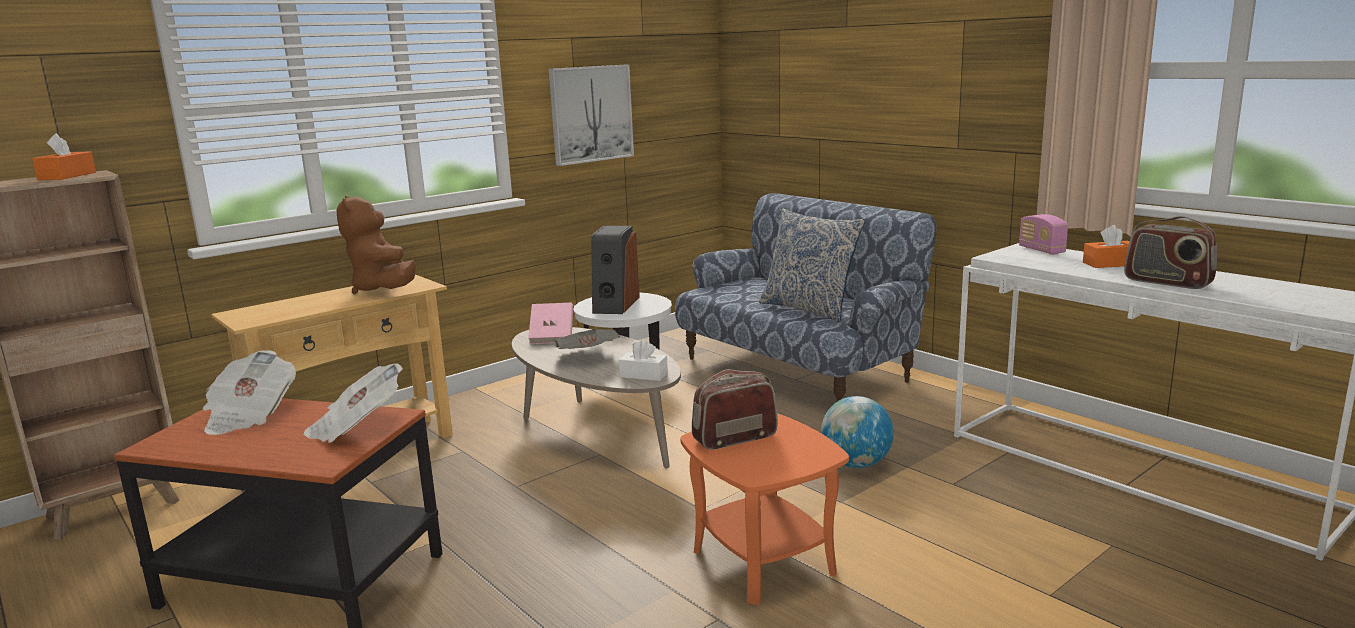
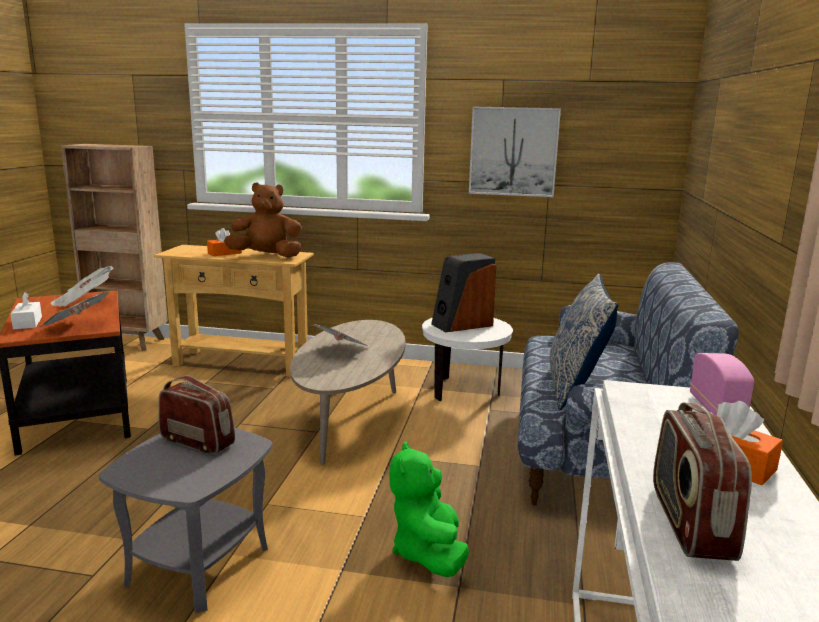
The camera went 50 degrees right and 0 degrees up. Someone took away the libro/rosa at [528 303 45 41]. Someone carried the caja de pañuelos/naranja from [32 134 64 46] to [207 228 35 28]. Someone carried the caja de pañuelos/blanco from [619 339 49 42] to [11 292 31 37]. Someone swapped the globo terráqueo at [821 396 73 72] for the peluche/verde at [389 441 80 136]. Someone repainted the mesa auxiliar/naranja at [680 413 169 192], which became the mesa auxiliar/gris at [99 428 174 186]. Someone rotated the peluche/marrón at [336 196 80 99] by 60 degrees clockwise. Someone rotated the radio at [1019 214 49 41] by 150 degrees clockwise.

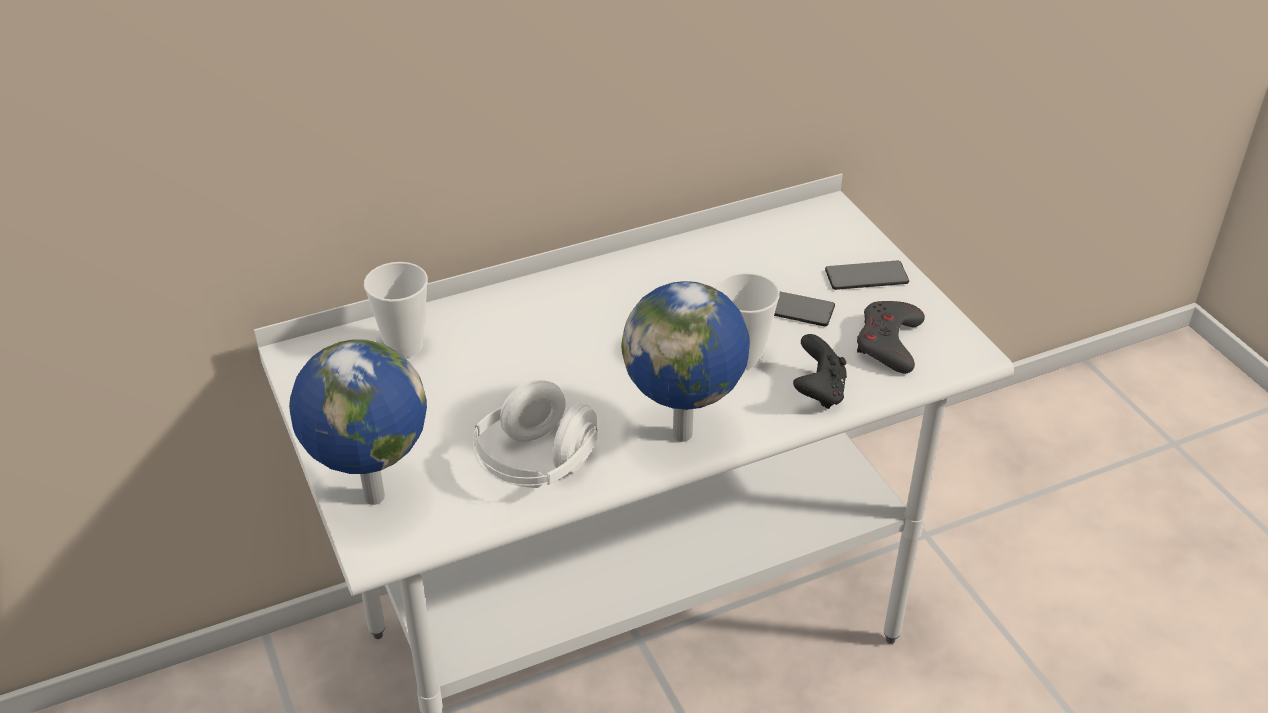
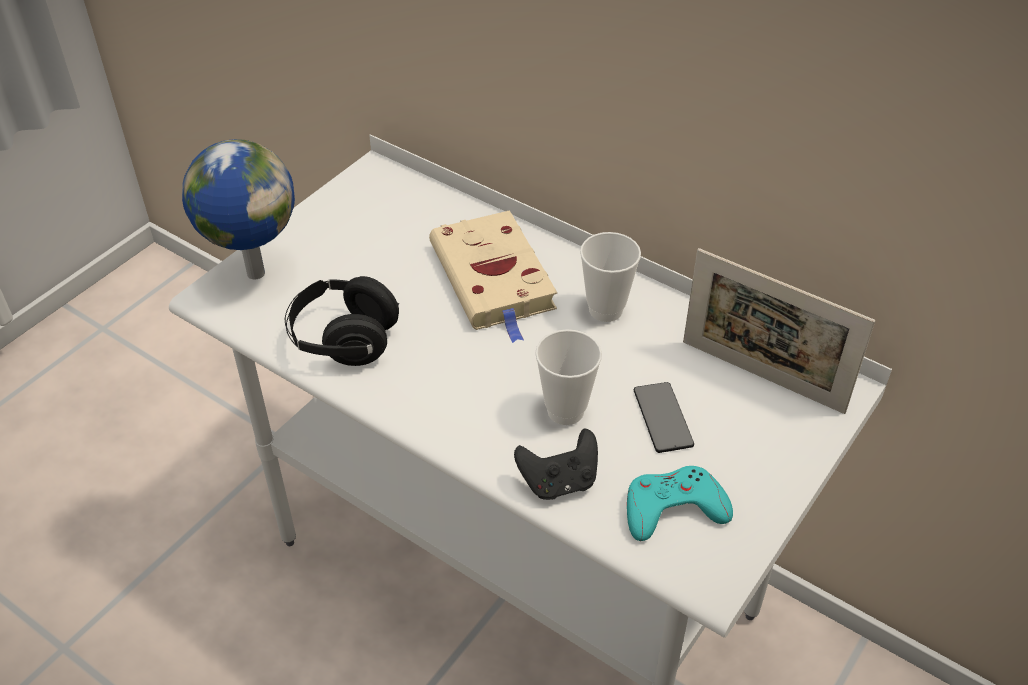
The camera went 60 degrees right and 5 degrees up. Someone took away the globo terráqueo at [621 281 129 161]. Someone took away the móvil at [825 260 84 30]. Someone put down the libro/beis at [429 210 128 133]. Someone put down the portarretratos at [683 248 192 166]. Someone carried the taza from [364 262 64 96] to [580 232 61 90]. Someone repainted the auriculares/blanco at [473 380 124 108], which became the auriculares/negro at [285 276 114 90]. Someone repainted the mando de consola/gris at [857 301 68 72], which became the mando de consola/turquesa at [627 466 106 75].

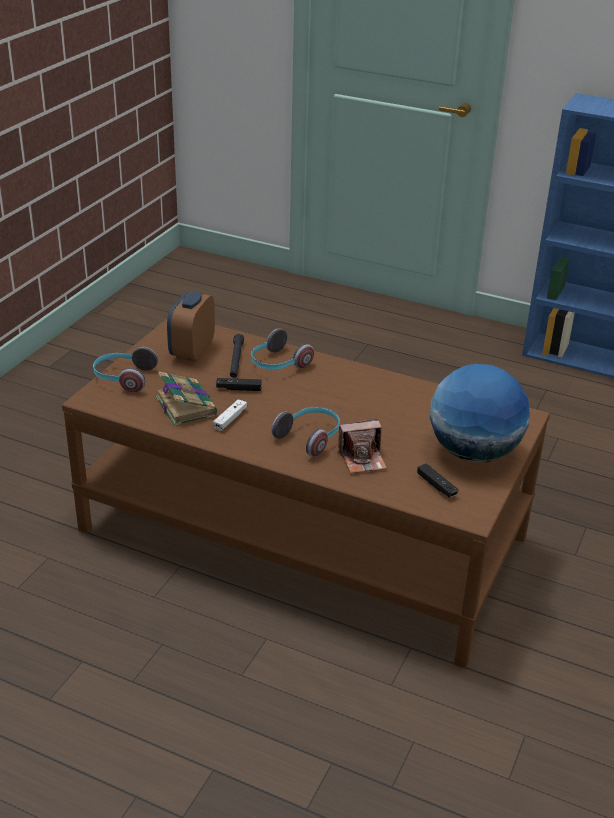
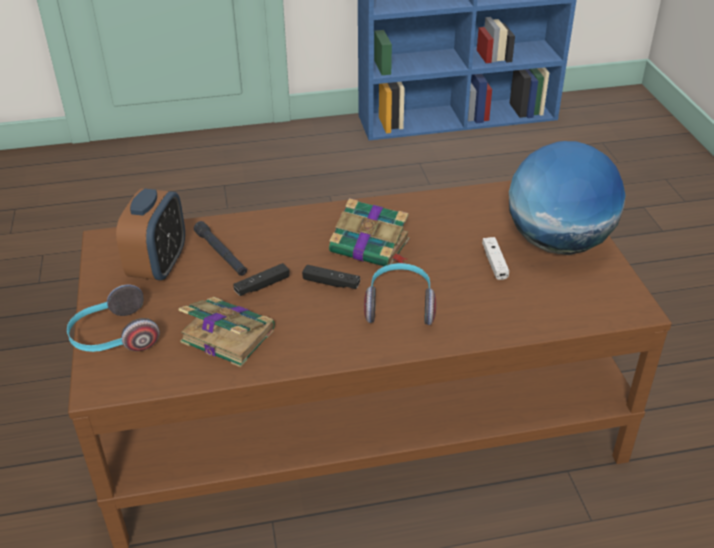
The camera went 35 degrees left and 5 degrees up. Someone took away the auriculares at [251 328 63 41]. Someone took away the cámara at [338 419 49 54]. Someone put down the libro at [329 198 80 69]. Someone carried the mando de consola/blanco from [213 399 34 32] to [482 237 27 43]. Someone carried the mando de consola/negro from [417 463 41 35] to [302 265 58 24]. Someone rotated the despertador at [167 291 48 70] by 150 degrees counterclockwise.

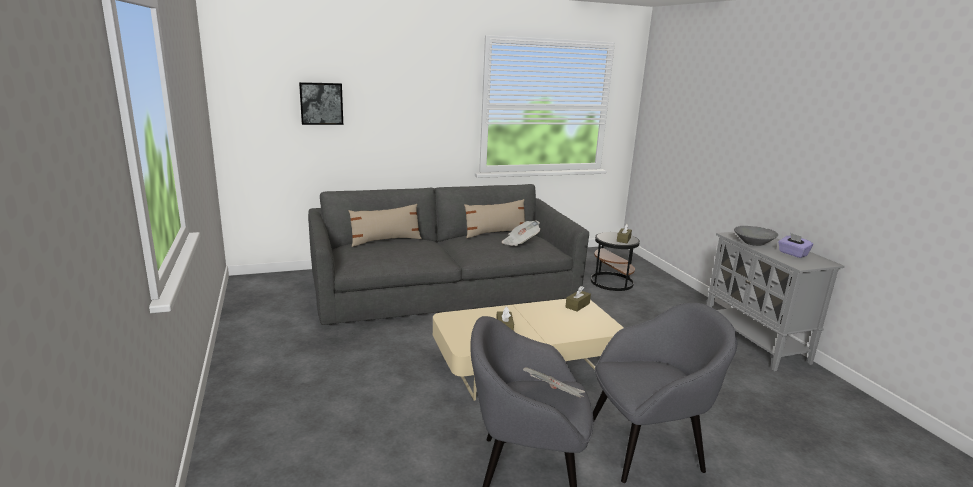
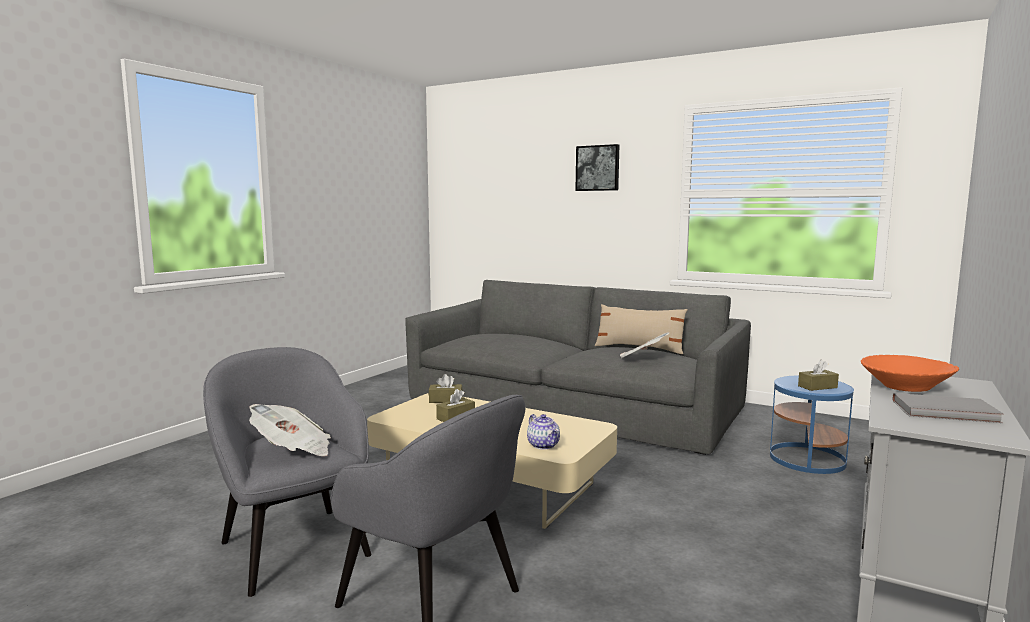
The camera went 50 degrees right and 10 degrees down. Someone took away the cojín/beis at [349 204 73 43]. Someone put down the tetera at [527 414 33 35]. Someone carried the cuadro from [299 82 44 43] to [576 144 43 47]. Someone carried the caja de pañuelos/marrón from [566 286 25 26] to [429 374 33 29]. Someone swapped the caja de pañuelos/morado at [778 233 35 25] for the libro/gris at [893 393 111 30]. Someone repainted the mesa auxiliar/negro at [591 232 49 59], which became the mesa auxiliar/azul at [770 376 84 98]. Someone repainted the cuenco/gris at [734 226 44 20], which became the cuenco/naranja at [861 355 98 37].

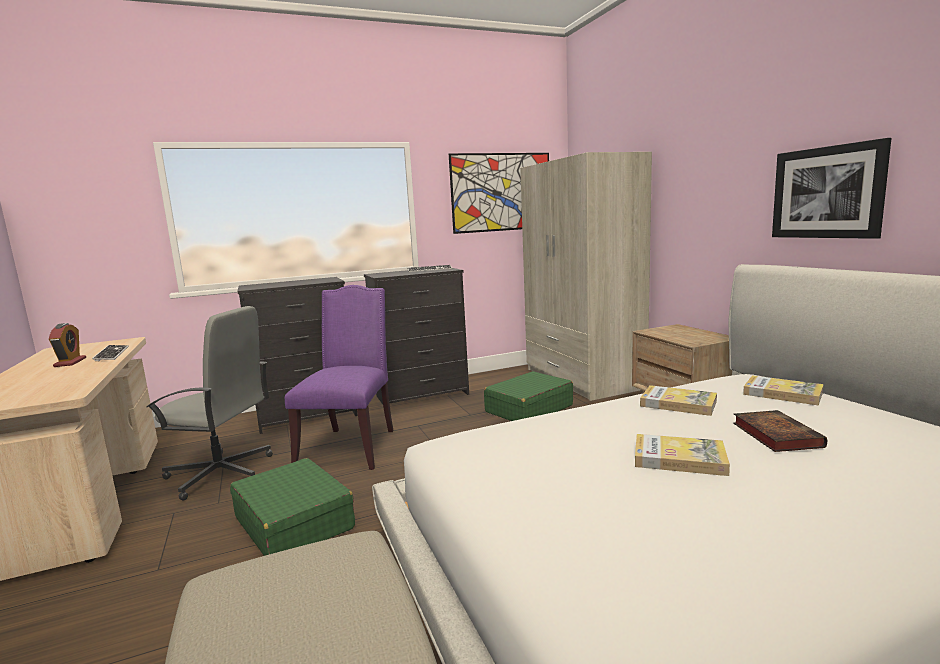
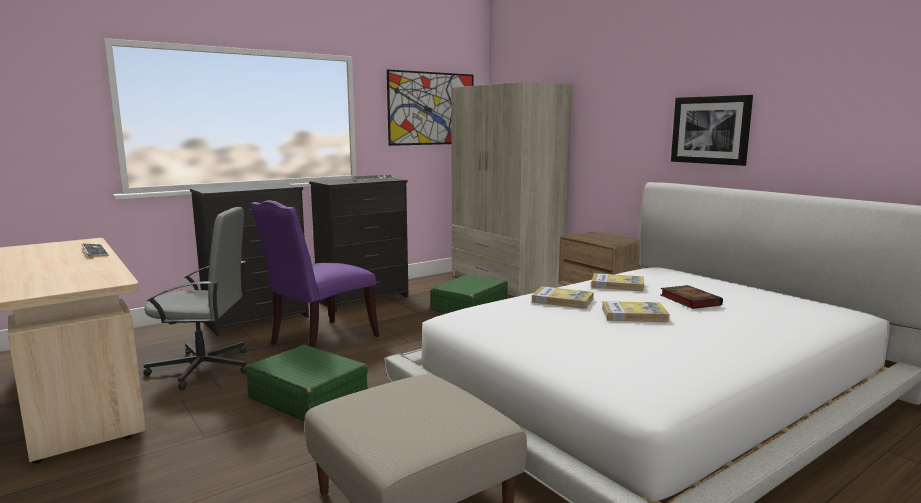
The camera went 15 degrees left and 0 degrees up. Someone took away the despertador at [49 323 37 44]. Someone carried the libro from [743 375 81 30] to [532 286 62 23]. Someone rotated the silla/morado at [285 285 109 185] by 135 degrees counterclockwise.

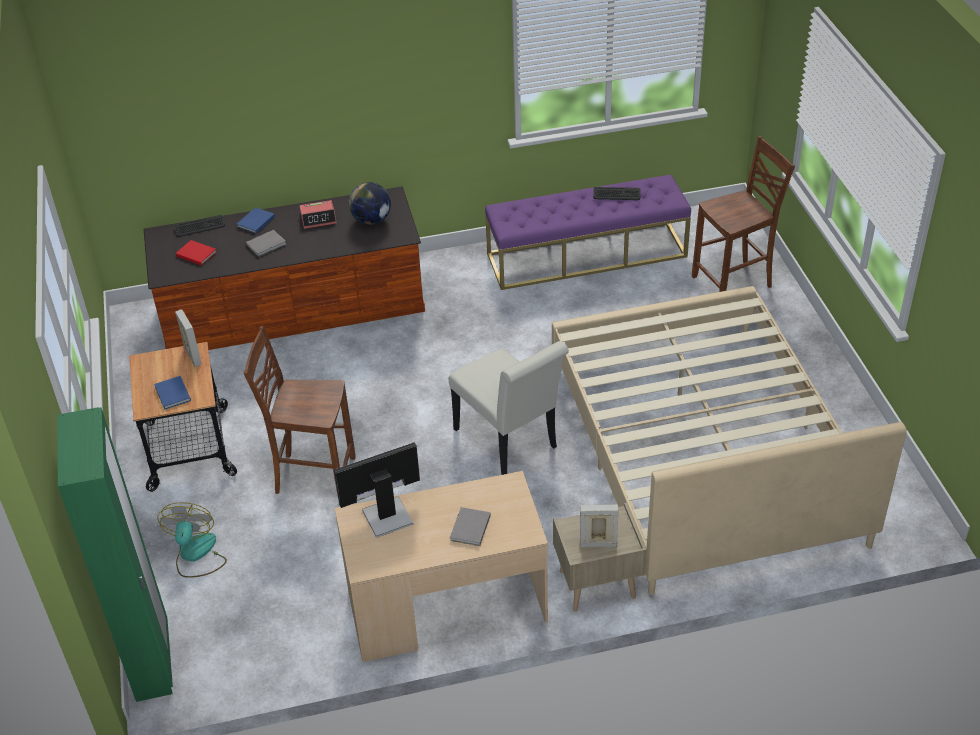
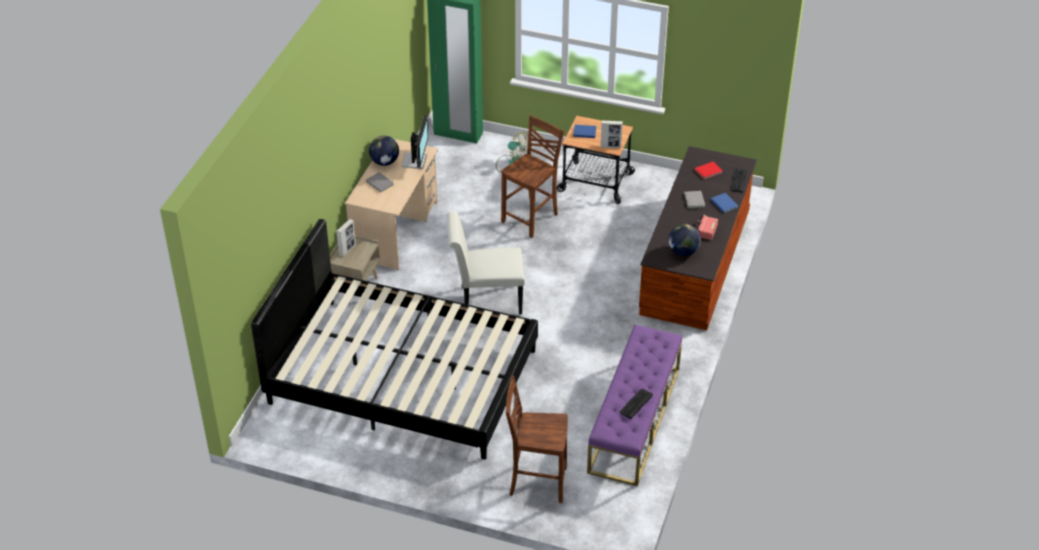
The camera went 120 degrees right and 0 degrees up. Someone put down the globo terráqueo at [369 136 30 30]. Someone repainted the cama/beis at [552 286 355 309], which became the cama/negro at [251 219 287 240]. Someone rotated the silla/marrón at [692 136 103 156] by 90 degrees clockwise.

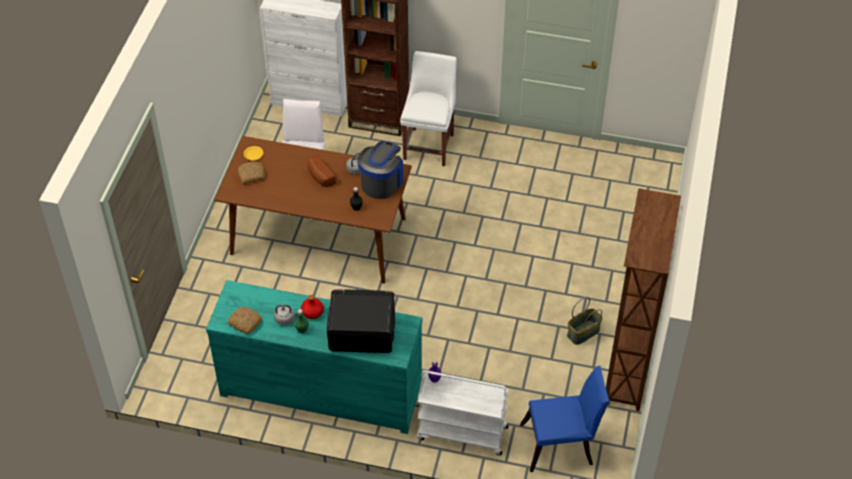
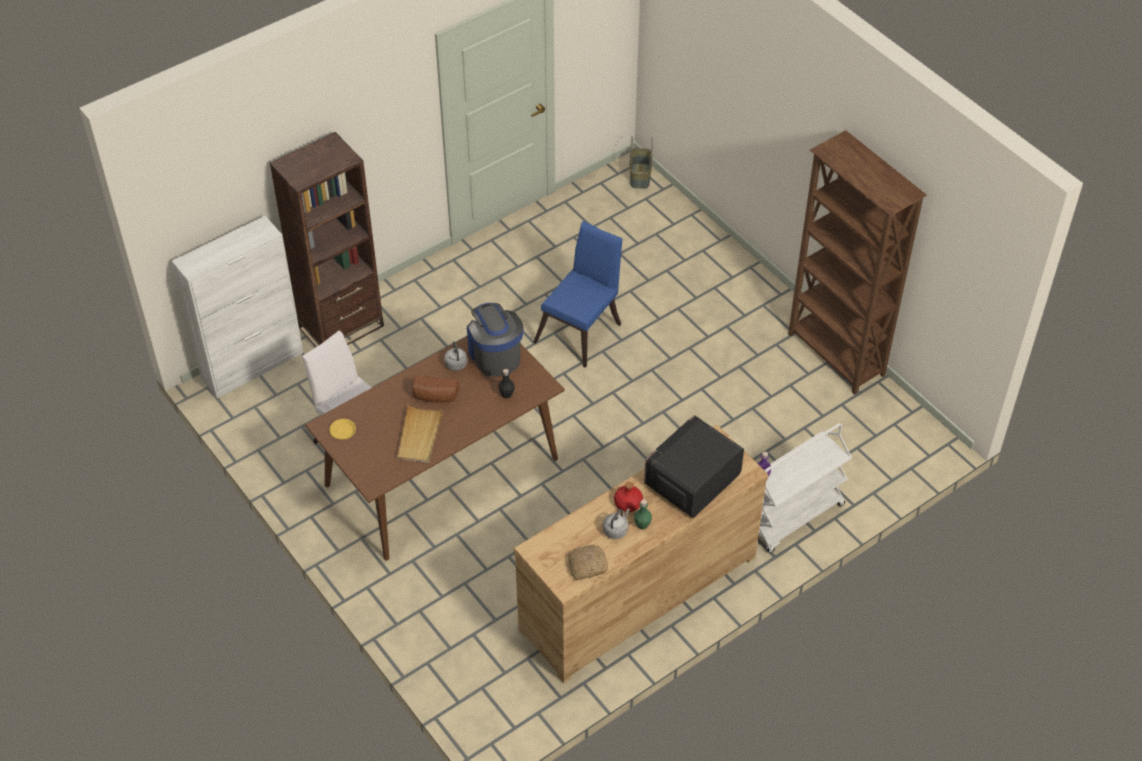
The camera went 50 degrees left and 0 degrees up. Someone took away the pan at [238 162 27 22]. Someone took away the silla/blanco at [400 51 57 115]. Someone put down the bandeja/beis at [397 405 47 58]. Someone carried the silla/azul from [520 366 89 106] to [533 221 90 146]. Someone carried the cesta from [567 297 36 48] to [629 136 24 53]. Someone repainted the cómoda/turquesa at [206 280 216 154], which became the cómoda/marrón at [514 425 254 258].

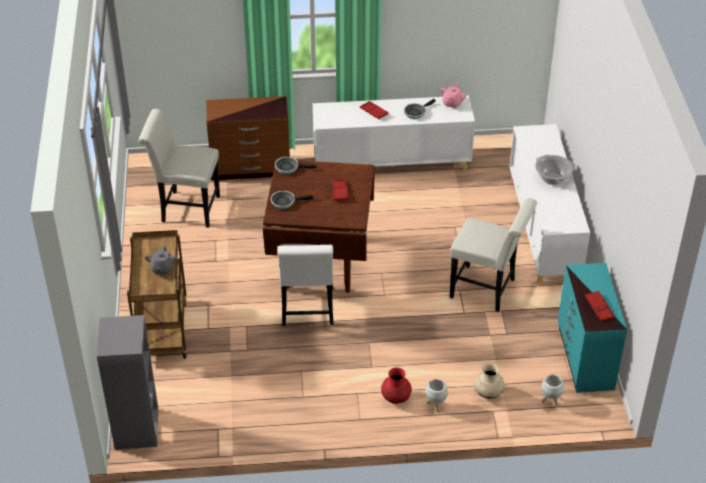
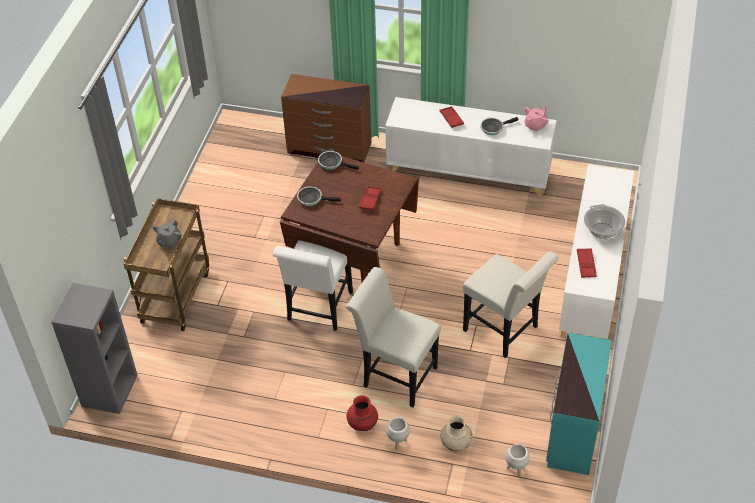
The camera went 20 degrees right and 5 degrees up. Someone carried the silla/blanco from [138 109 82 119] to [346 267 95 140]. Someone carried the bandeja/rojo from [585 291 30 30] to [577 248 20 30].

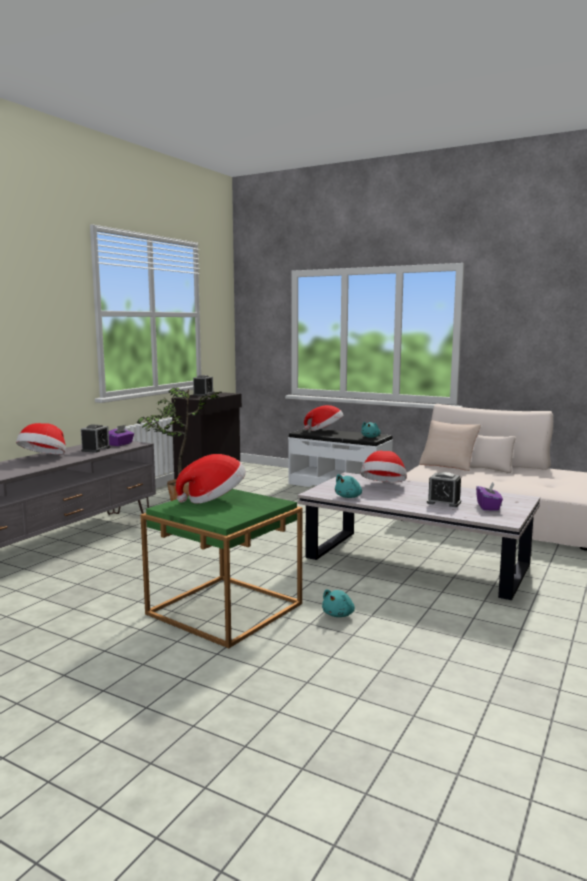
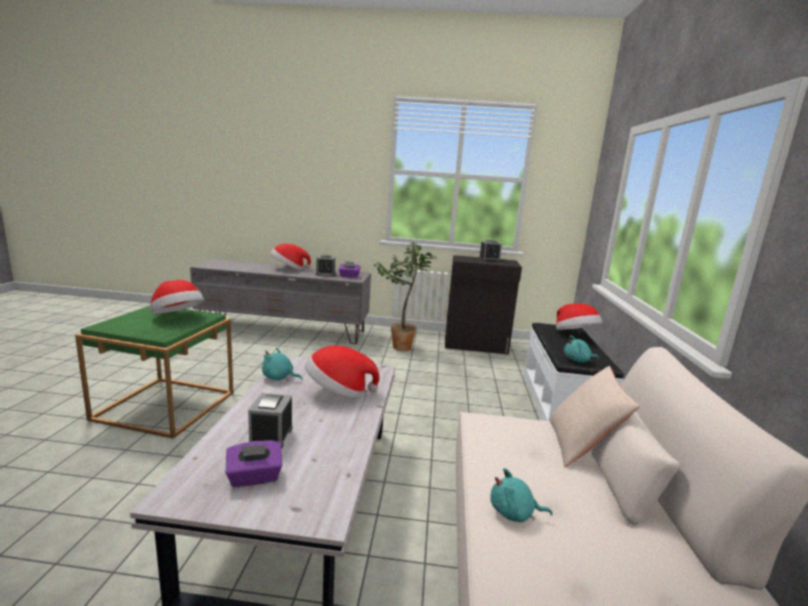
The camera went 65 degrees right and 5 degrees up. Someone carried the peluche/turquesa from [322 589 33 28] to [490 468 63 54].

